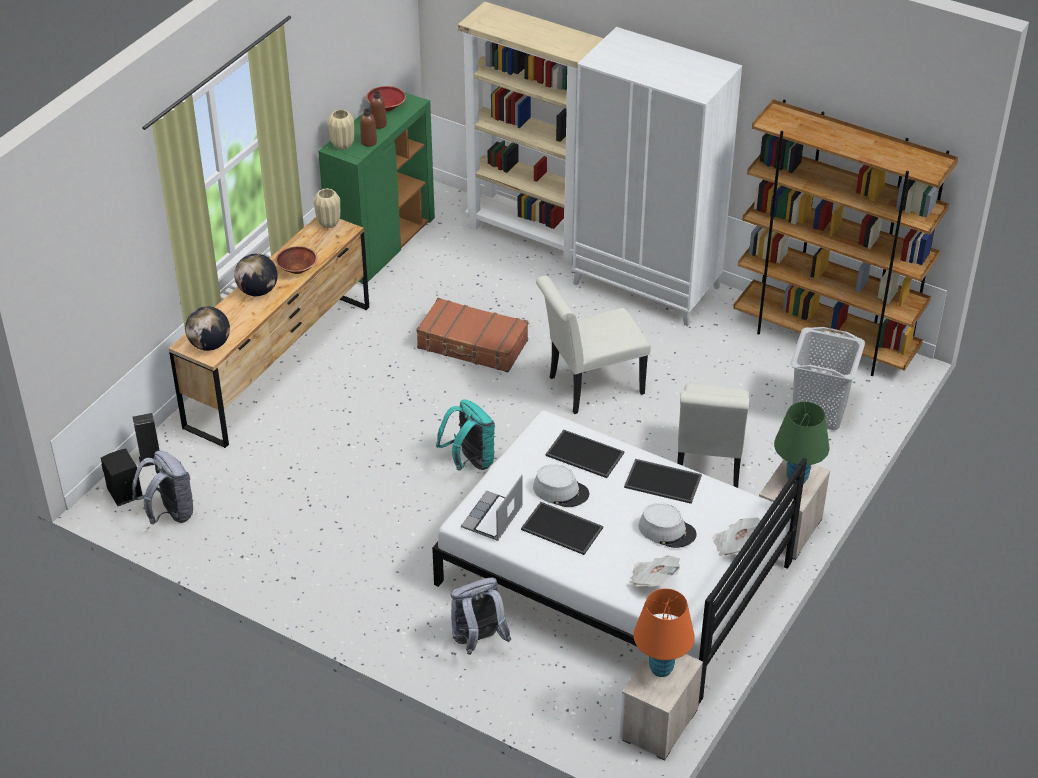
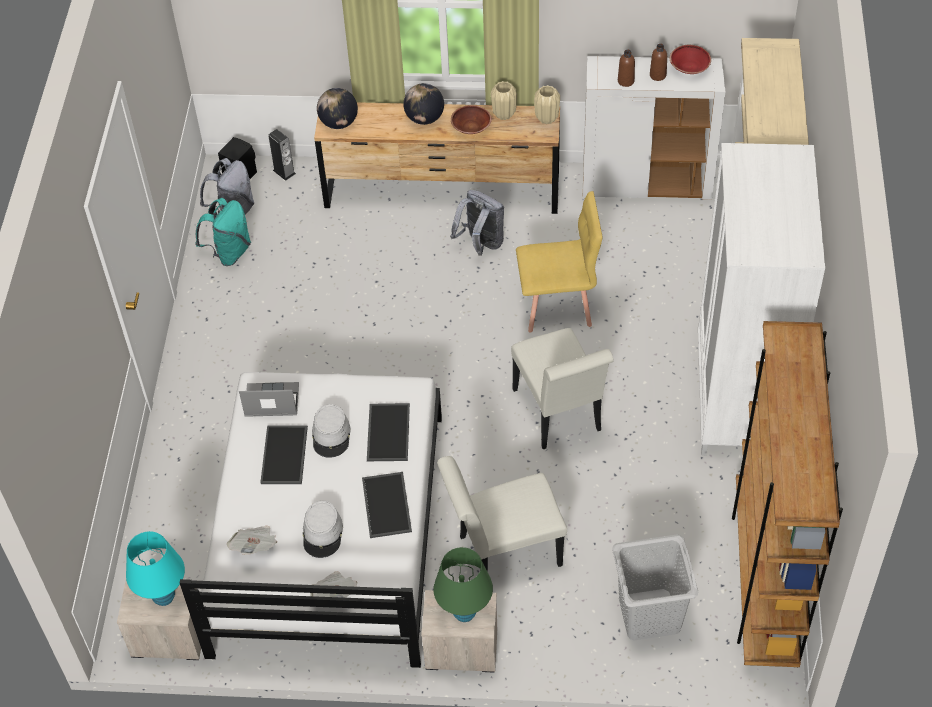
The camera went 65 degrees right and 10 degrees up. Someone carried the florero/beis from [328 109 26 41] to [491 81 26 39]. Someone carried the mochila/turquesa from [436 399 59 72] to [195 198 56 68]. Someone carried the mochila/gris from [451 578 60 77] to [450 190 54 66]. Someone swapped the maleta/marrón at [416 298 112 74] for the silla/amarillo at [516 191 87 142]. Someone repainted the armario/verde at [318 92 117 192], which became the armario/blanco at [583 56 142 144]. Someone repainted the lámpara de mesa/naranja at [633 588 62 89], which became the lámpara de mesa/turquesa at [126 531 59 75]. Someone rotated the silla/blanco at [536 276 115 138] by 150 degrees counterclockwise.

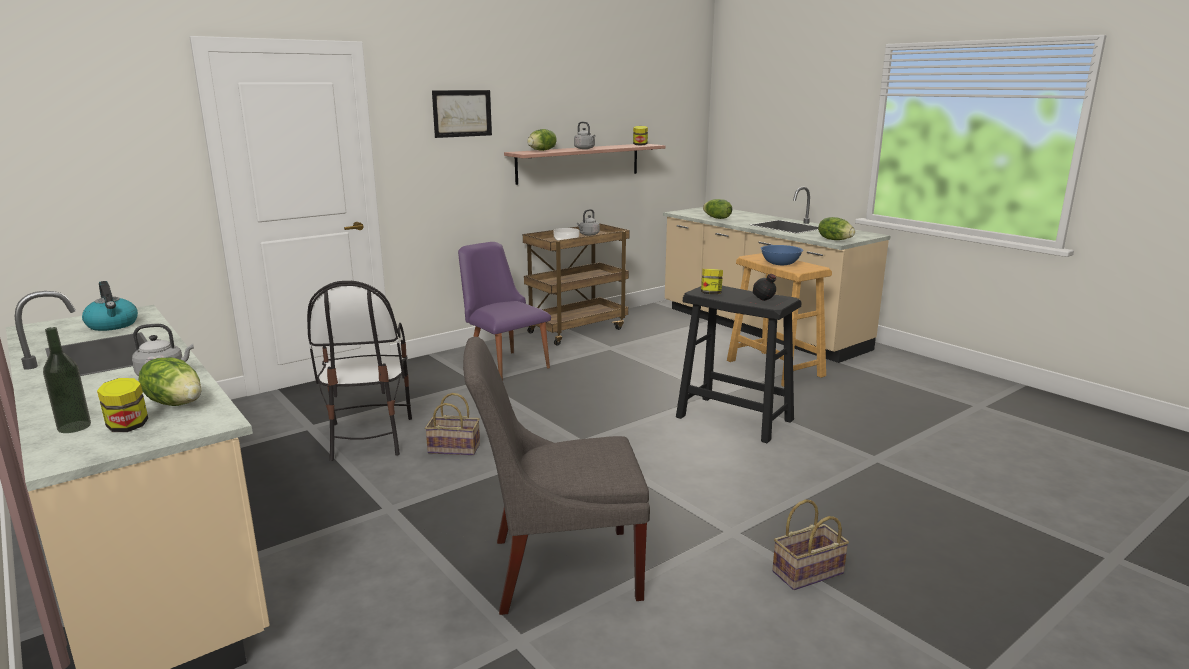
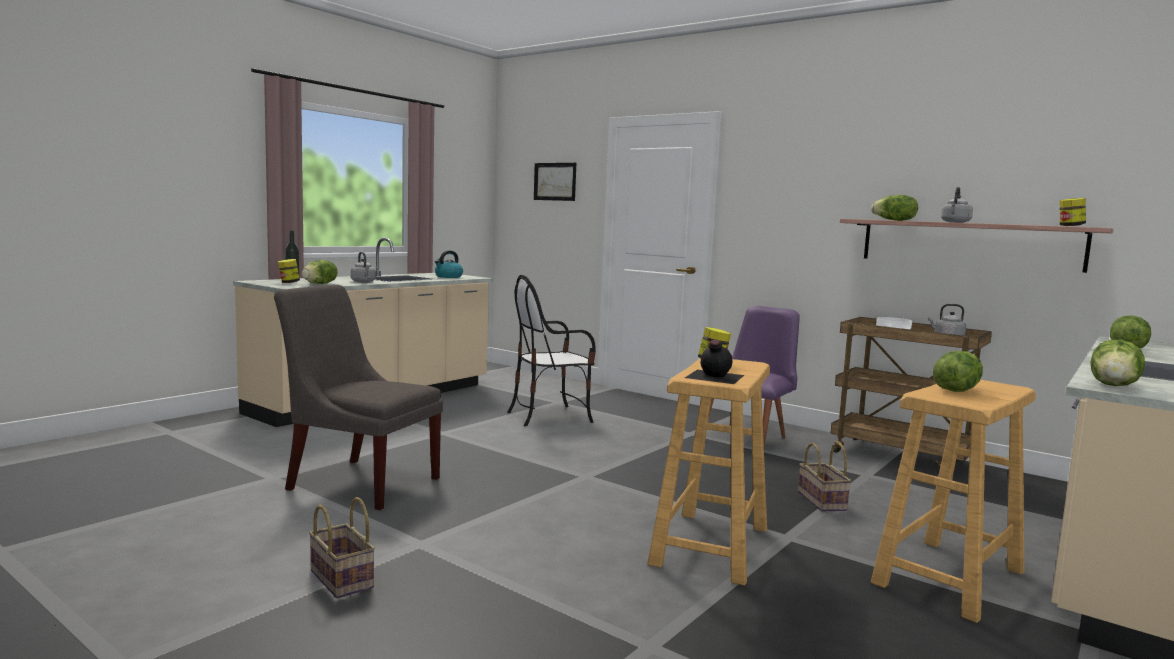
The camera went 75 degrees right and 10 degrees down. Someone carried the cesta from [425 393 55 62] to [798 442 53 69]. Someone carried the cuadro from [432 90 60 48] to [534 163 42 38]. Someone swapped the cuenco/azul at [761 245 42 20] for the lechuga at [933 351 50 41]. Someone repainted the taburete/negro at [676 286 126 157], which became the taburete/beis at [647 358 123 228]. Someone rotated the silla/gris at [463 337 187 278] by 45 degrees counterclockwise.

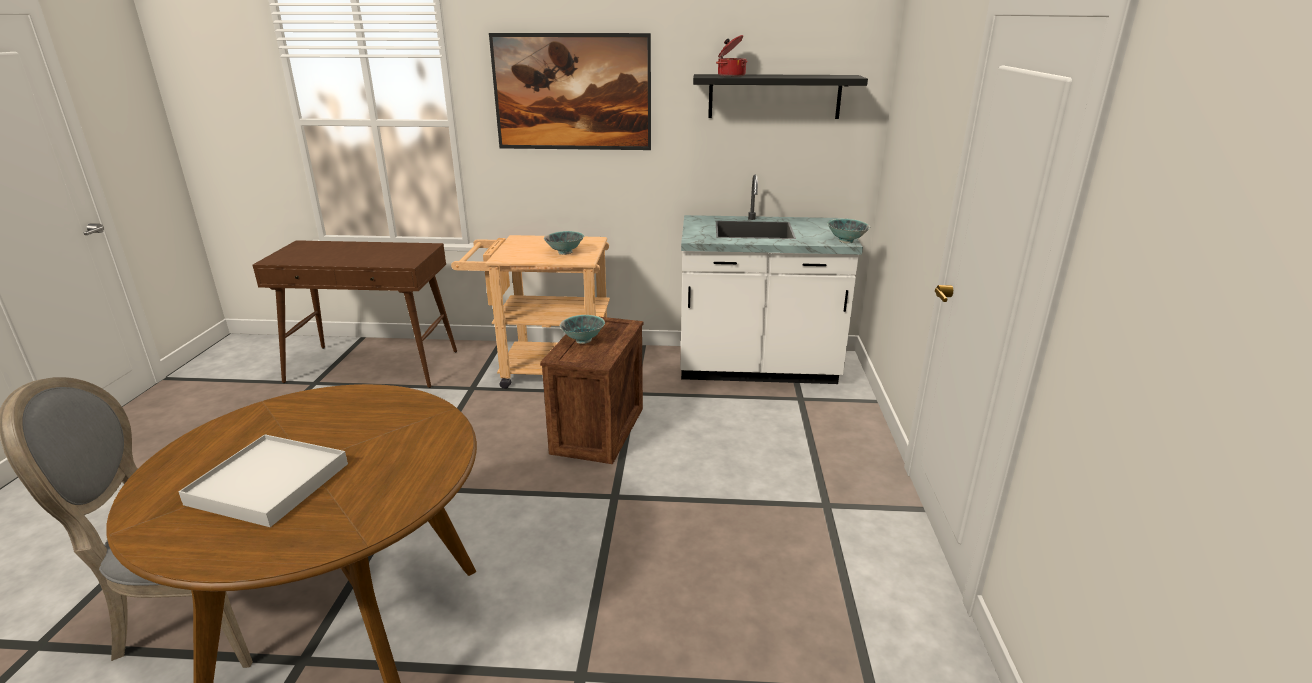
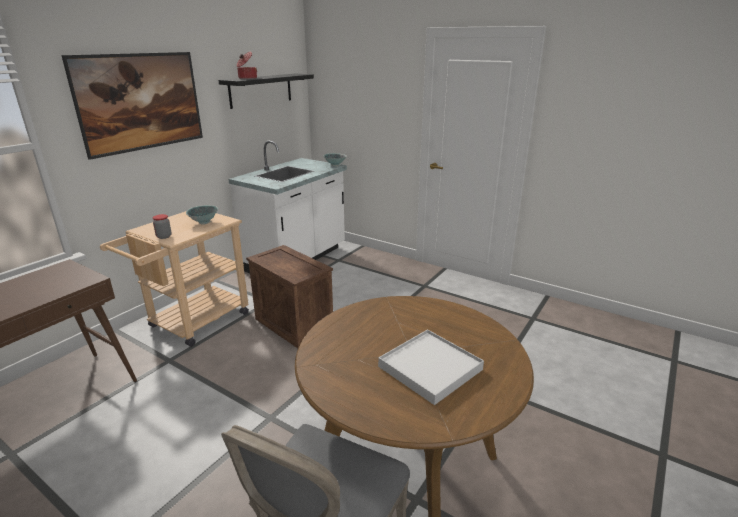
The camera went 60 degrees left and 0 degrees up. Someone took away the cuenco at [560 315 45 29]. Someone put down the tarro at [153 214 19 25].

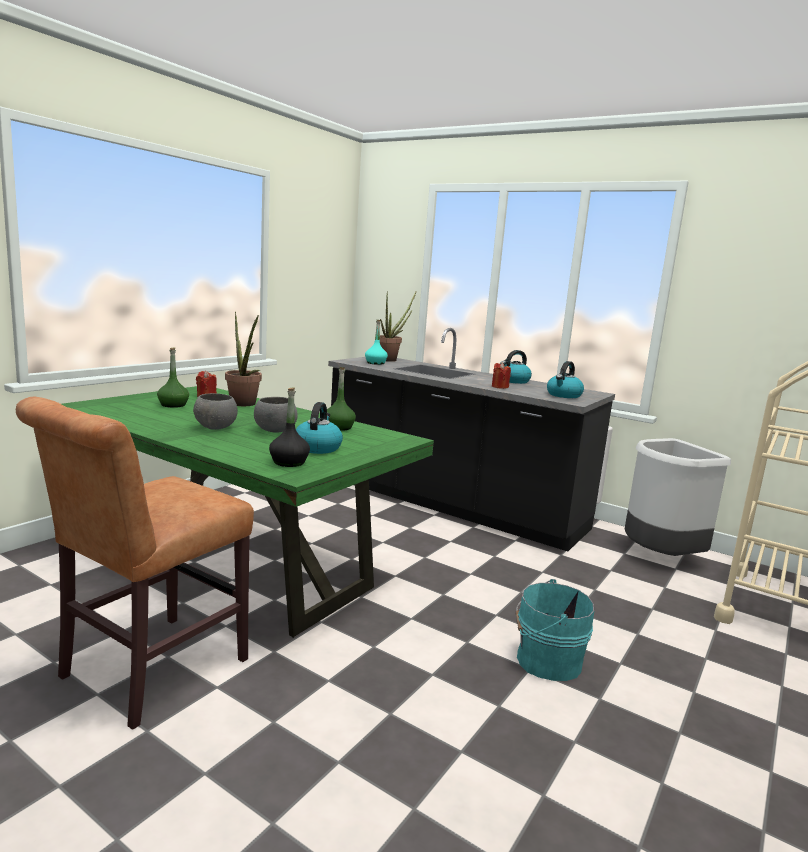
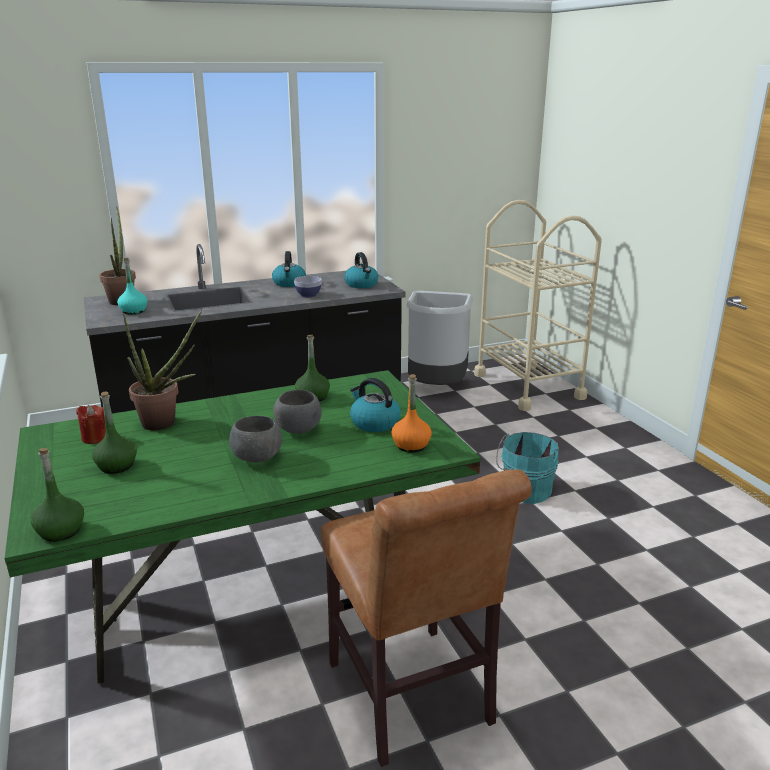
The camera went 55 degrees left and 10 degrees up. Someone put down the botella/verde at [31 448 53 94]. Someone swapped the vela/rojo at [492 363 19 26] for the cuenco at [294 276 28 21]. Someone repainted the botella/negro at [269 387 41 80], which became the botella/naranja at [391 374 41 79].

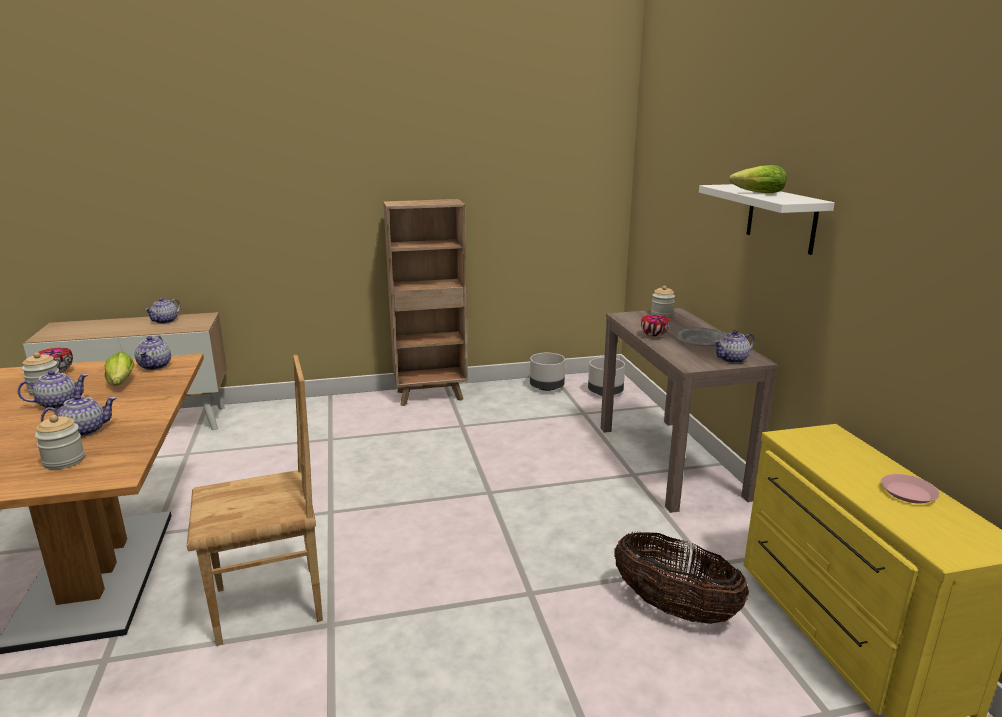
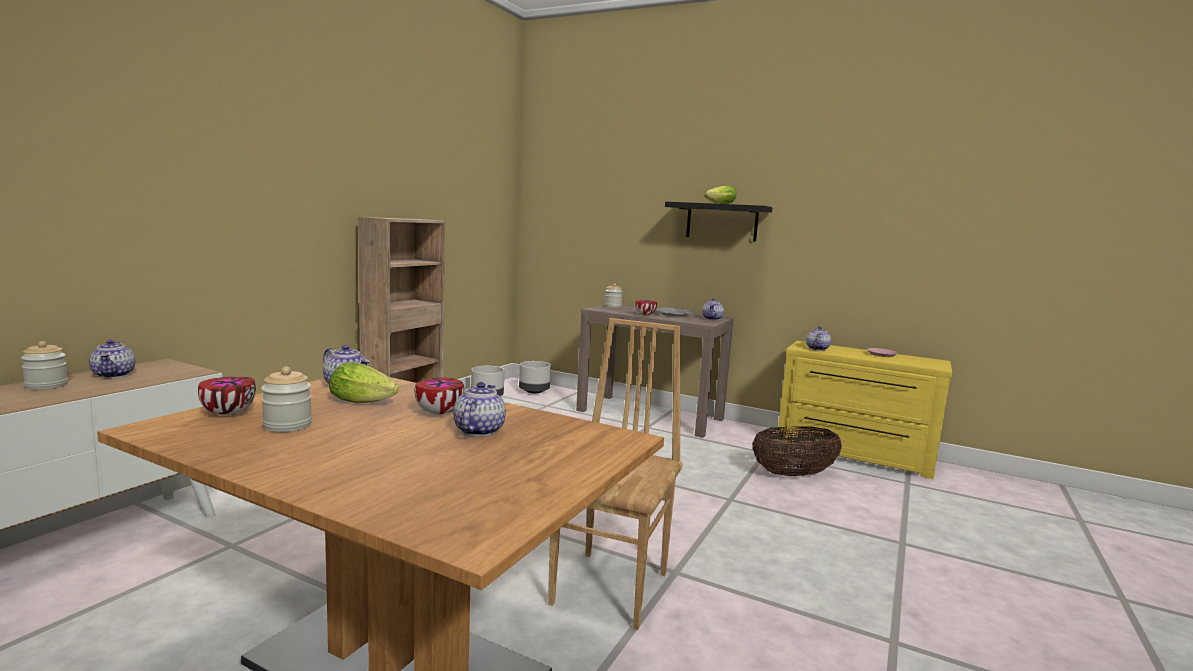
The camera went 50 degrees left and 10 degrees down. Someone put down the cuenco at [415 377 49 37]. Someone carried the tetera from [18 370 70 39] to [806 326 25 25]. Someone carried the tarro from [35 415 50 55] to [21 341 47 49]. Someone repainted the estante/blanco at [699 184 136 71], which became the estante/negro at [665 202 108 40].

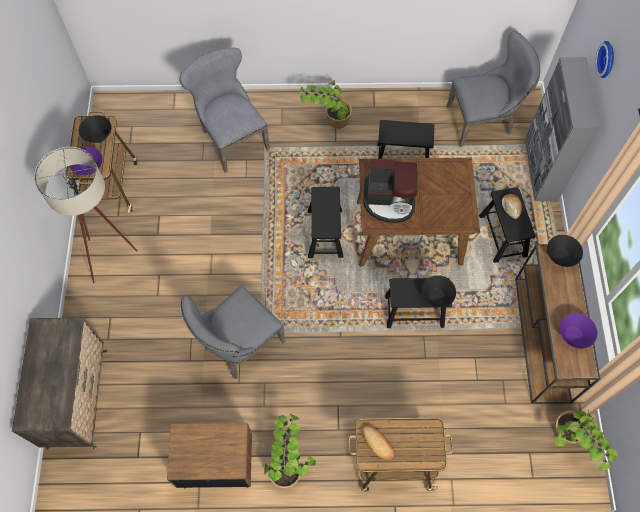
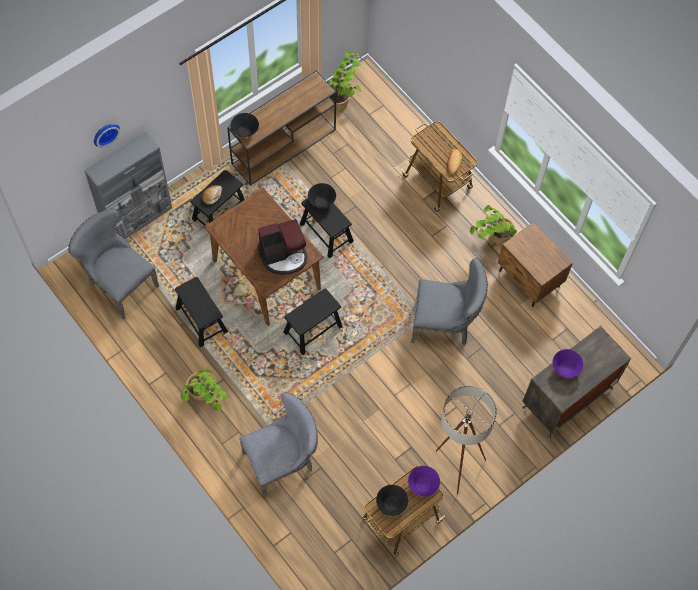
The camera went 130 degrees left and 0 degrees up. Someone carried the cuenco/morado from [560 313 37 36] to [552 349 31 29]. Someone rotated the silla/gris at [179 48 91 125] by 135 degrees counterclockwise. Someone rotated the cafetera at [364 159 54 64] by 105 degrees clockwise.

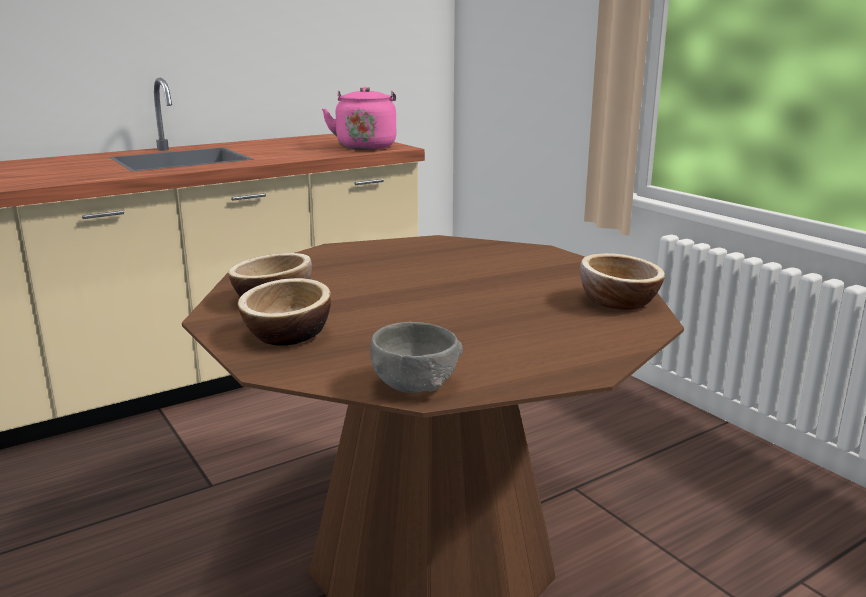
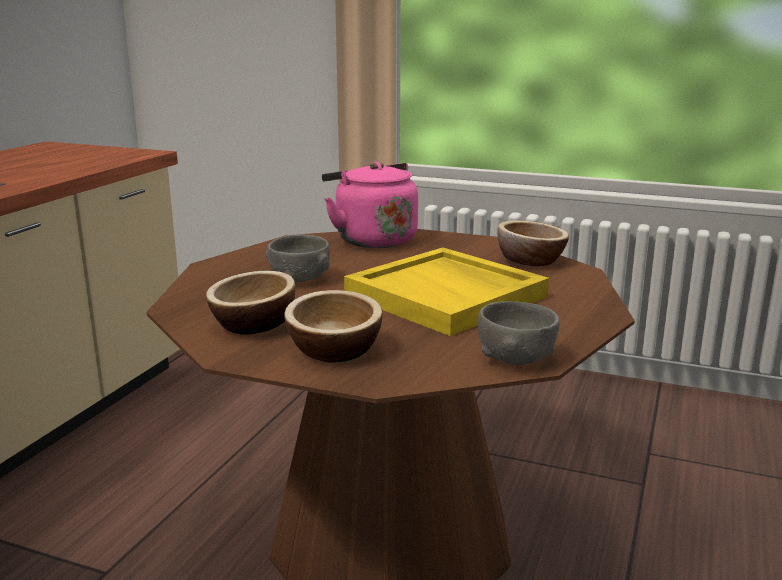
The camera went 35 degrees left and 0 degrees up. Someone put down the cuenco/gris at [266 235 64 47]. Someone put down the bandeja/amarillo at [344 247 205 89]. Someone carried the hervidor/rosa from [322 87 74 63] to [322 162 96 86].

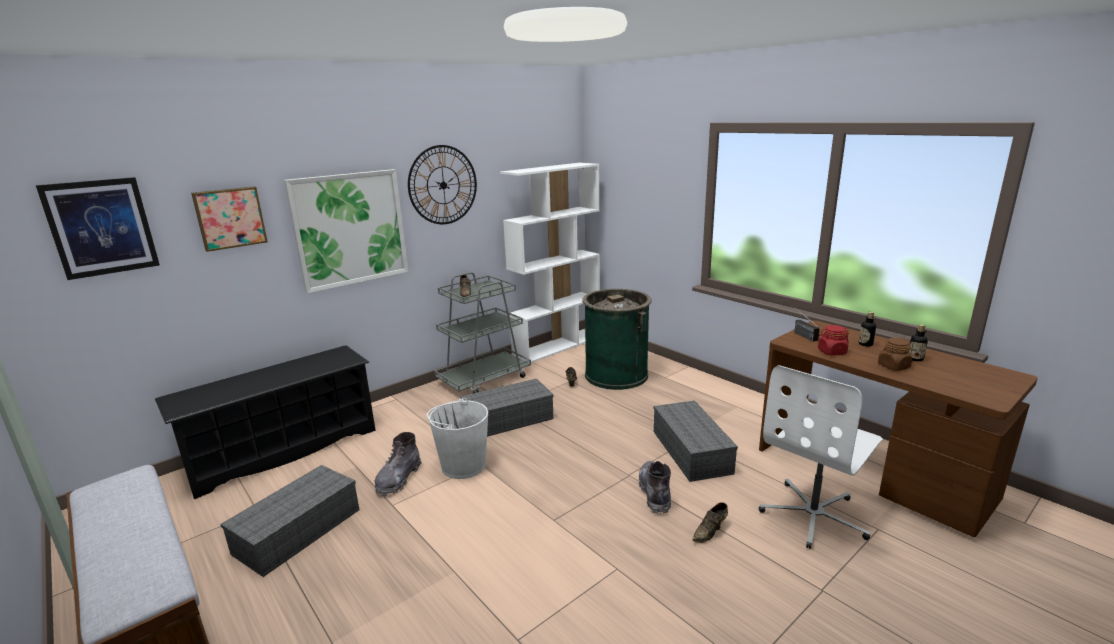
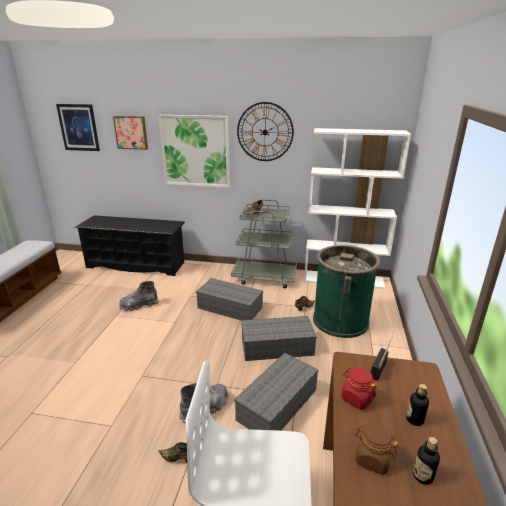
The camera went 50 degrees right and 5 degrees up. Someone took away the cubo/blanco at [427 398 61 81]. Someone carried the caja de almacenaje/gris from [220 465 140 112] to [241 316 76 45].

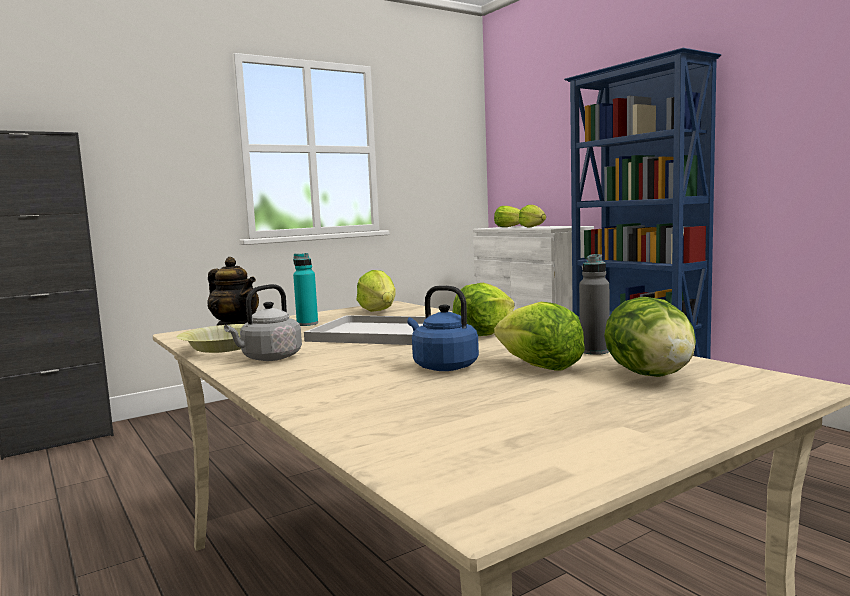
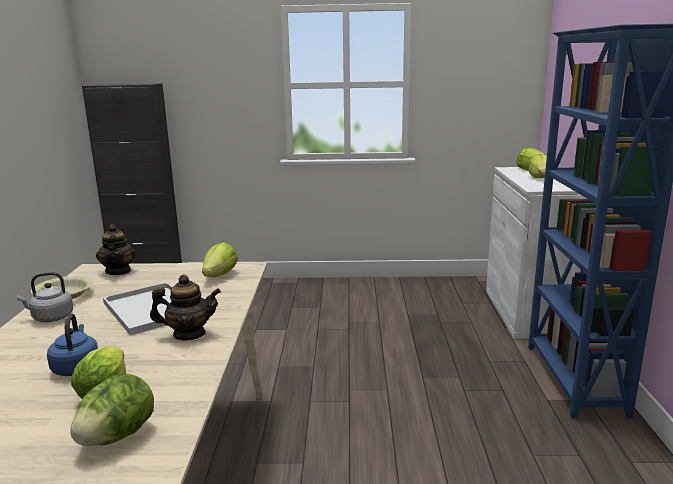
The camera went 35 degrees right and 10 degrees up. Someone took away the botella/turquesa at [293 253 25 73]. Someone took away the botella/gris at [579 254 30 101]. Someone swapped the lechuga at [452 283 63 53] for the tetera at [150 275 71 66].

